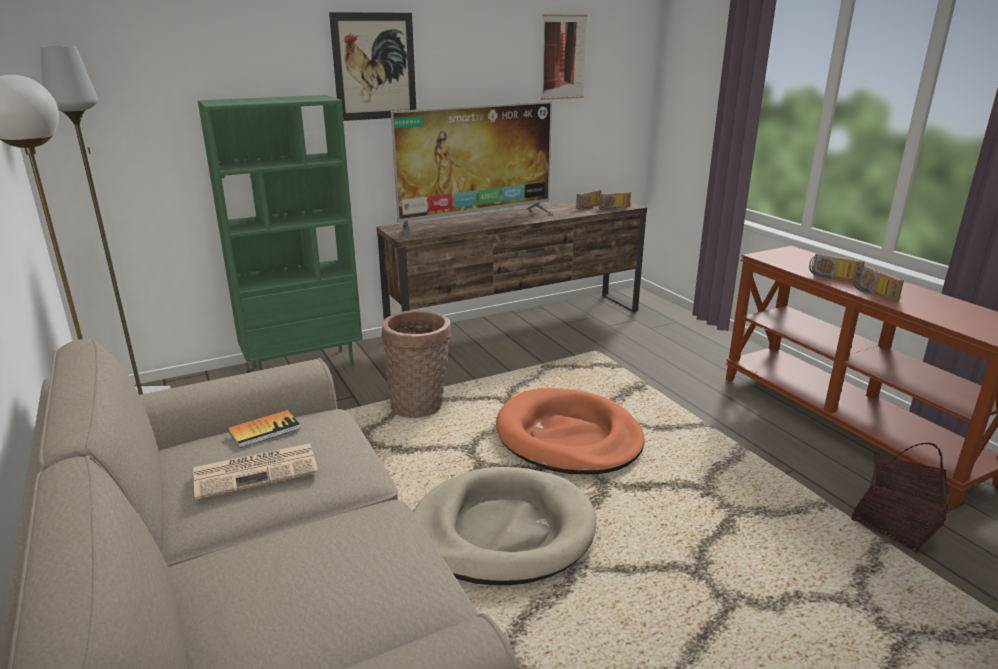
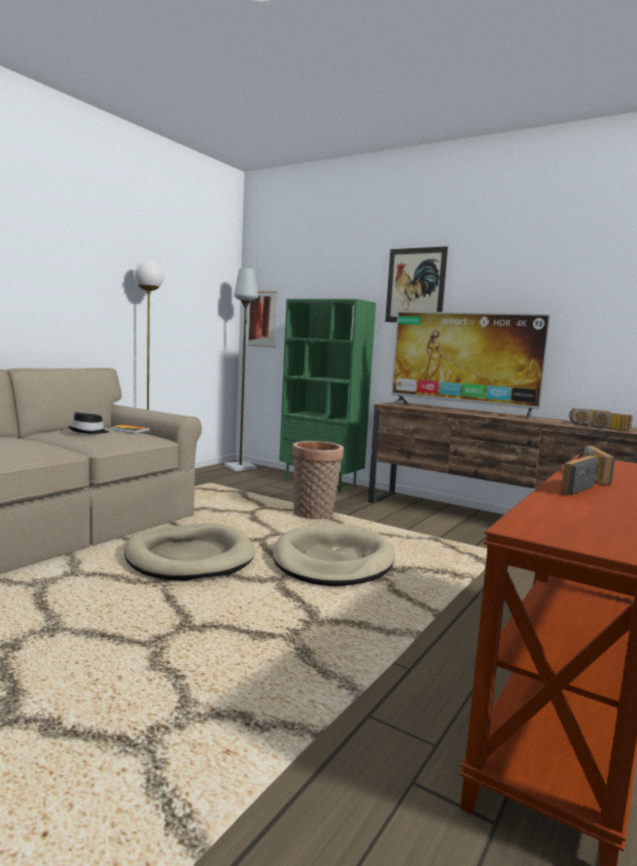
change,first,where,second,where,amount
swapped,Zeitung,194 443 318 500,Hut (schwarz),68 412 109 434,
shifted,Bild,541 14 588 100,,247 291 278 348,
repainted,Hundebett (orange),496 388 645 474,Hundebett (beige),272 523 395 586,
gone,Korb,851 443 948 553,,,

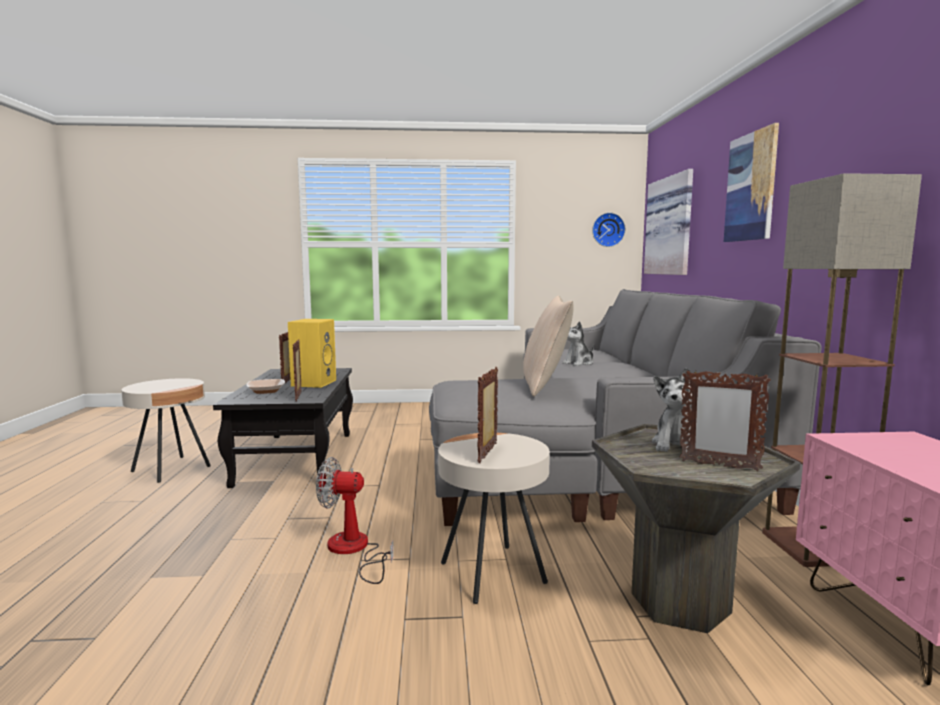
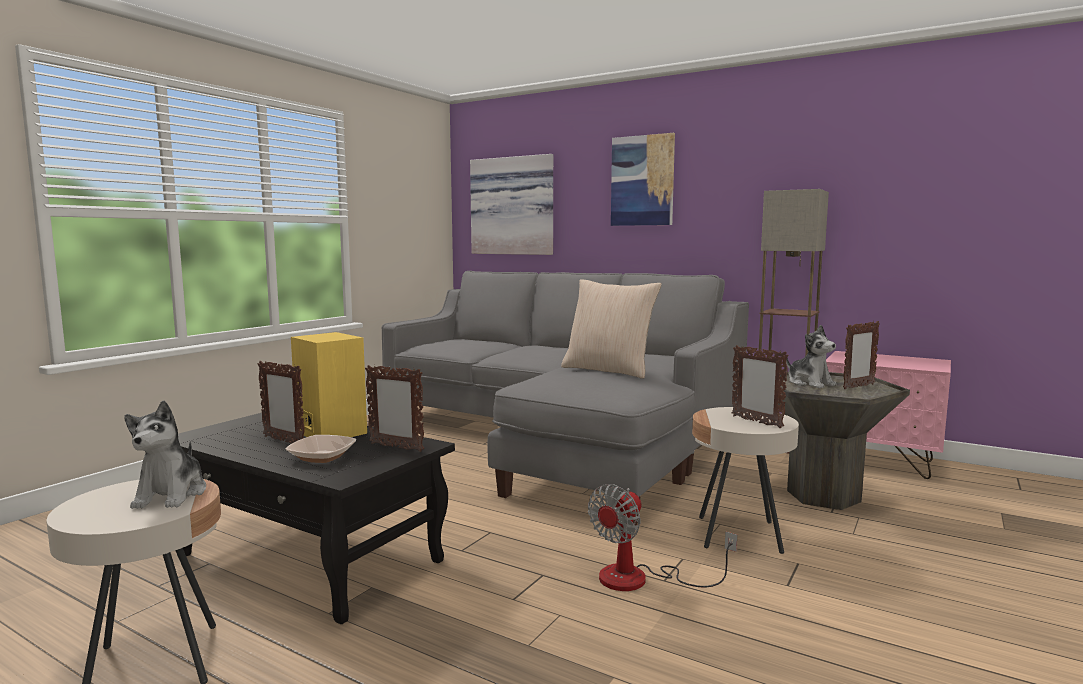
change,first,where,second,where,amount
shifted,Plüschtier,562 321 594 366,,124 401 206 509,
gone,Wanduhr,592 213 626 247,,,

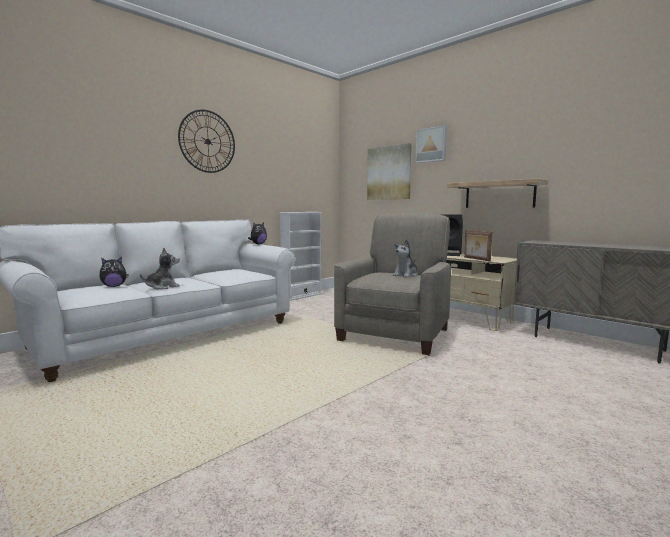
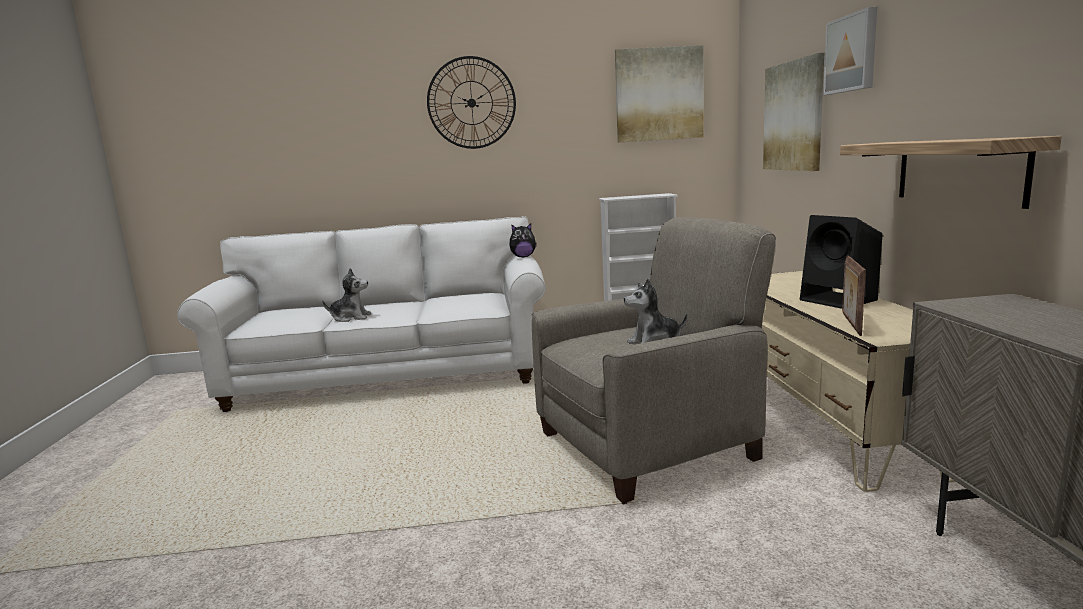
change,first,where,second,where,amount
new,,,Bild,615 45 704 143,
gone,Plüschtier,99 257 128 287,,,

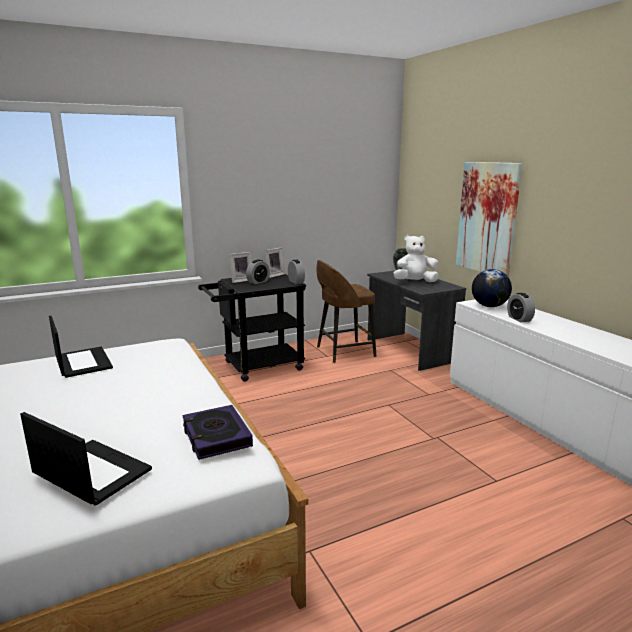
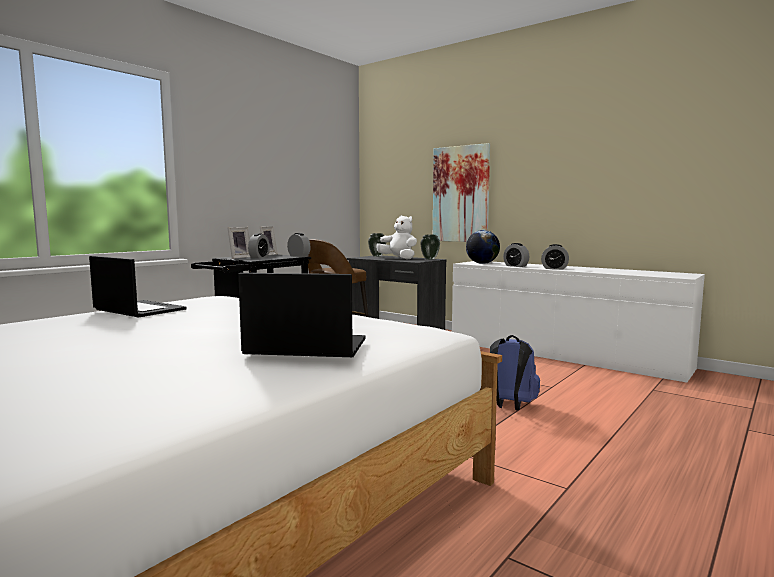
change,first,where,second,where,amount
rotated,Plüschtier (weiß),394 235 439 282,,376 215 417 260,75 degrees clockwise
new,,,Vase,420 235 440 260,
new,,,Rucksack (blau),490 335 540 411,
new,,,Wecker,541 244 569 269,
gone,Buch,182 405 253 460,,,

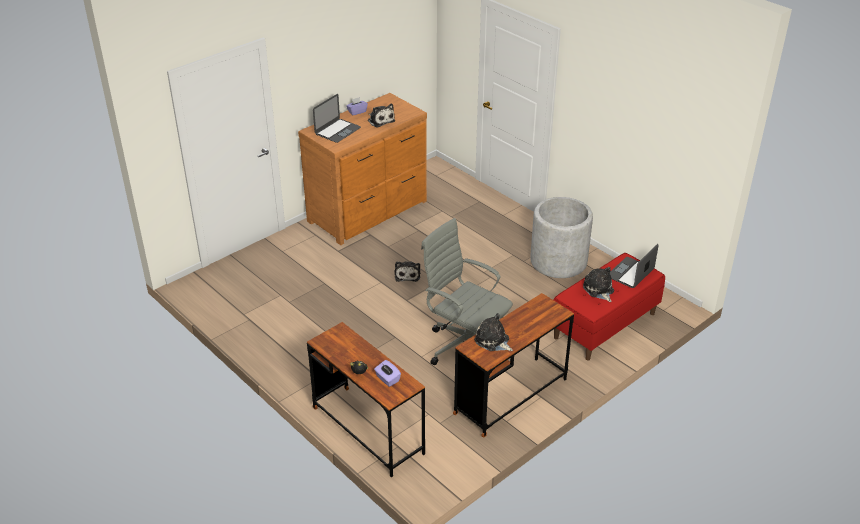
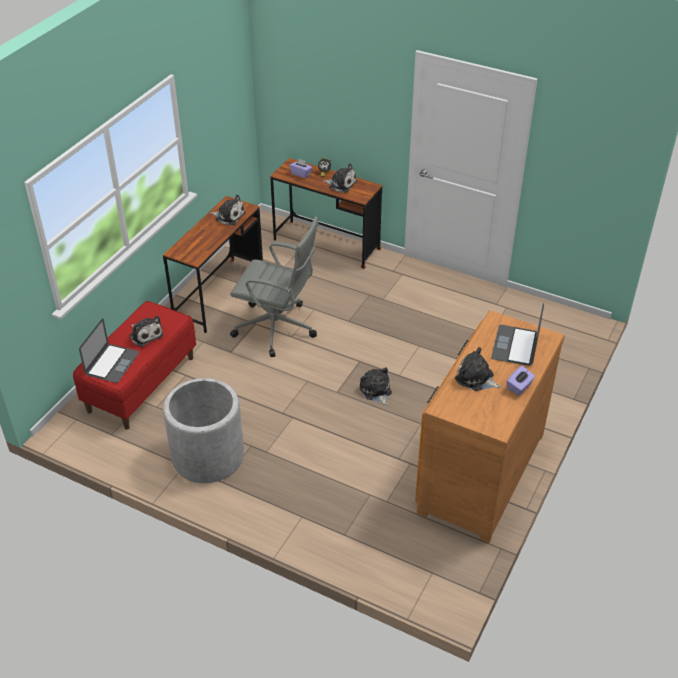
change,first,where,second,where,amount
new,,,Plüschtier,323 163 357 192,

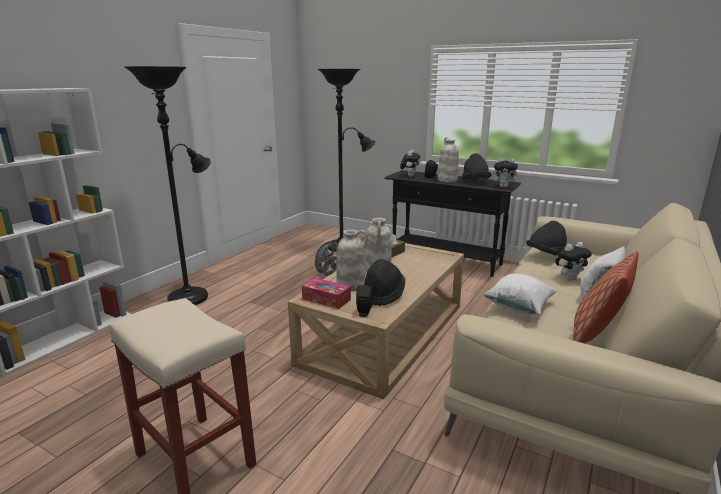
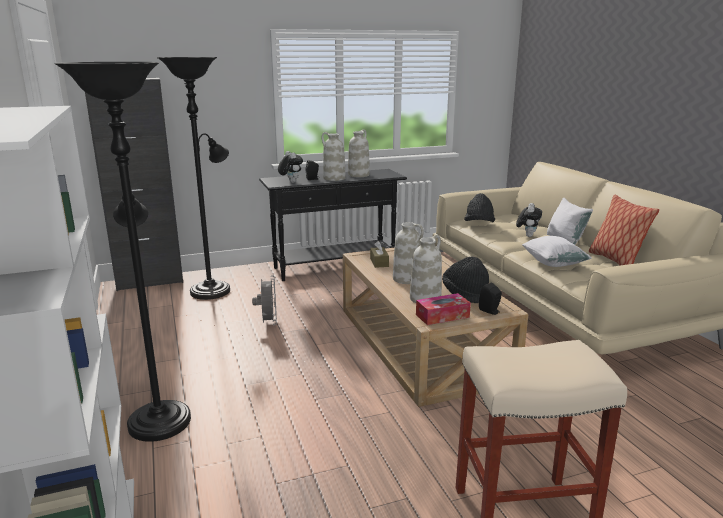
change,first,where,second,where,amount
new,,,Schrank (schwarz),85 78 183 291,
swapped,Hut (schwarz),461 153 492 179,Vase (weiß),348 129 370 177,
gone,Plüschtier,493 158 520 187,,,

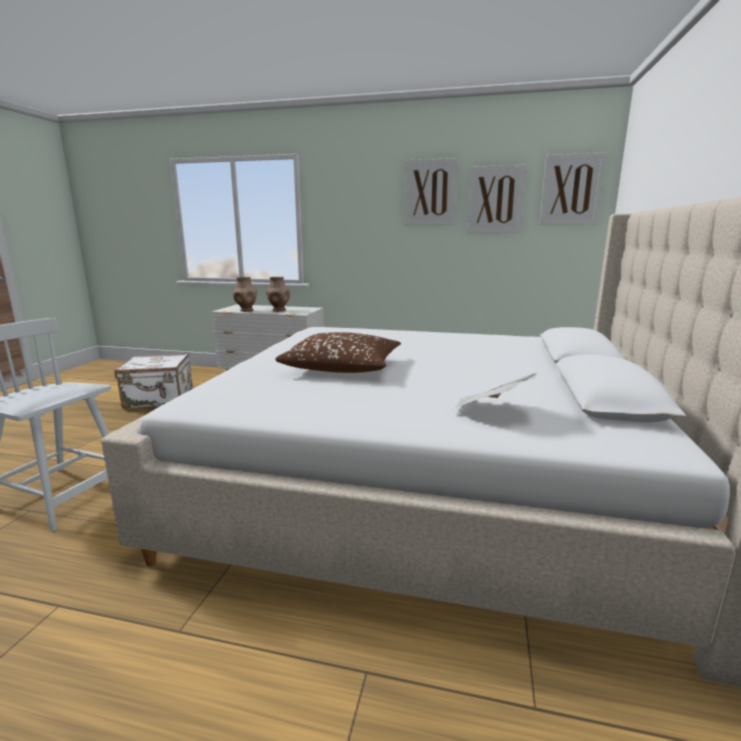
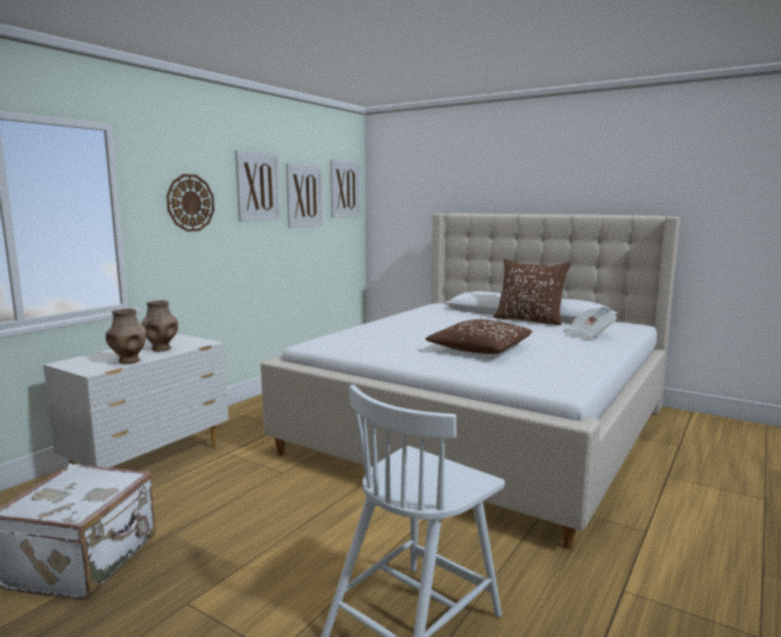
change,first,where,second,where,amount
new,,,Wanduhr,166 174 215 232,
new,,,Kissen (braun),493 259 571 325,

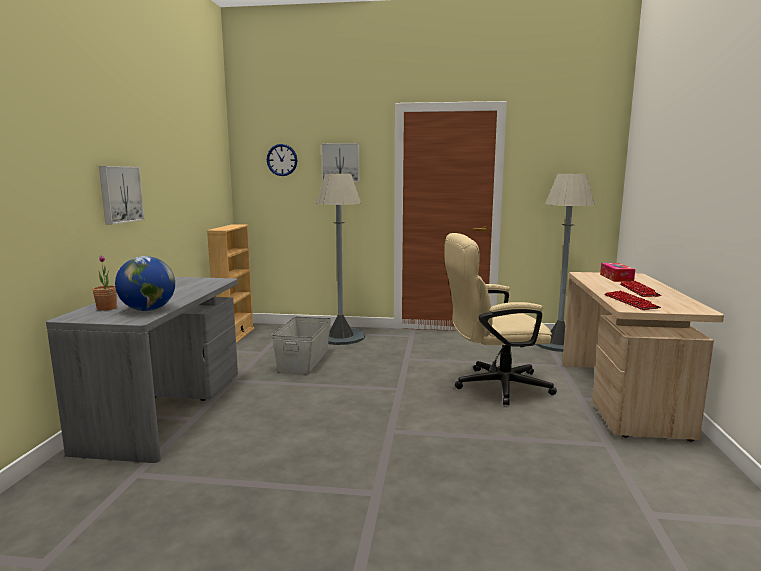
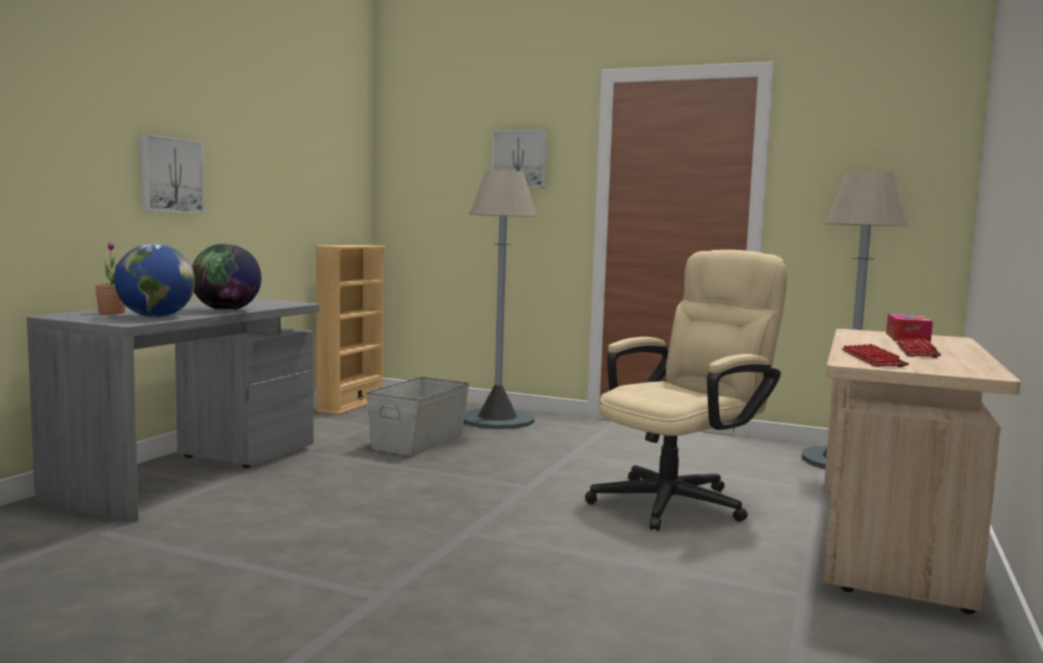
change,first,where,second,where,amount
new,,,Globus,192 244 261 311,
rotated,Bürostuhl (beige),445 233 557 405,,585 250 787 531,135 degrees clockwise
gone,Wanduhr,267 144 297 176,,,

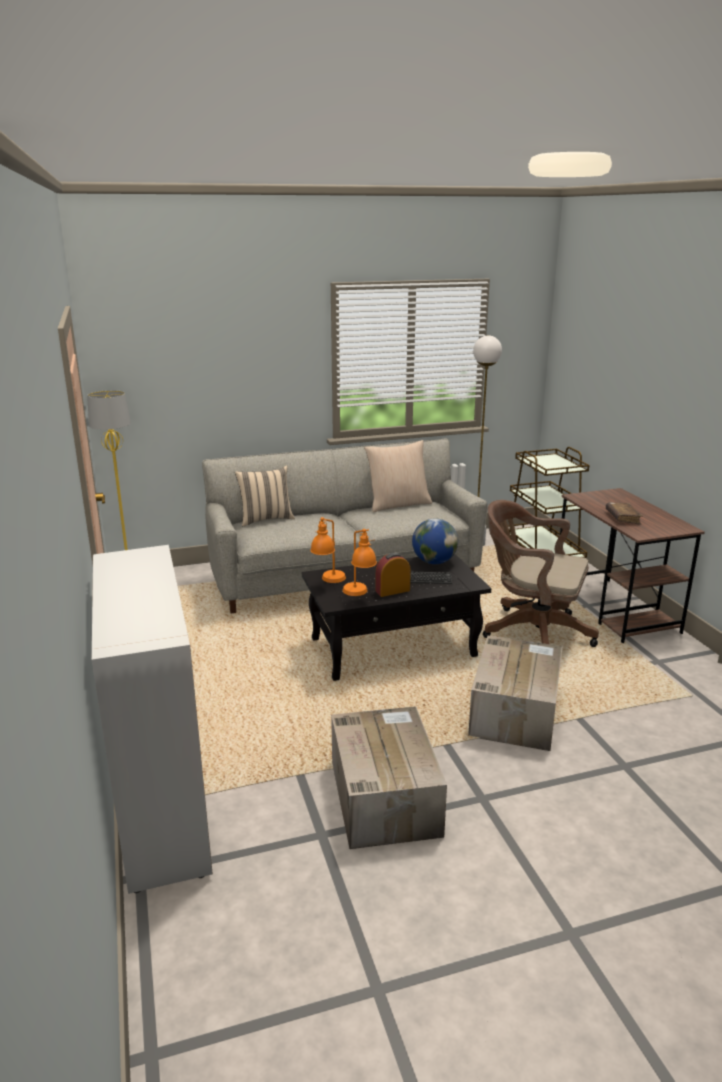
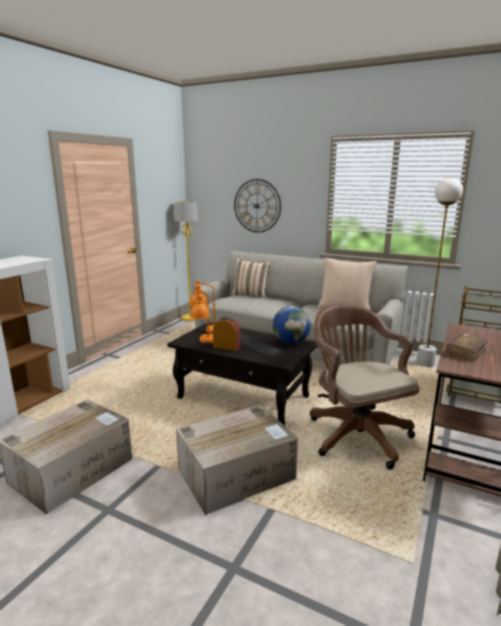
change,first,where,second,where,amount
new,,,Wanduhr,234 179 281 233,

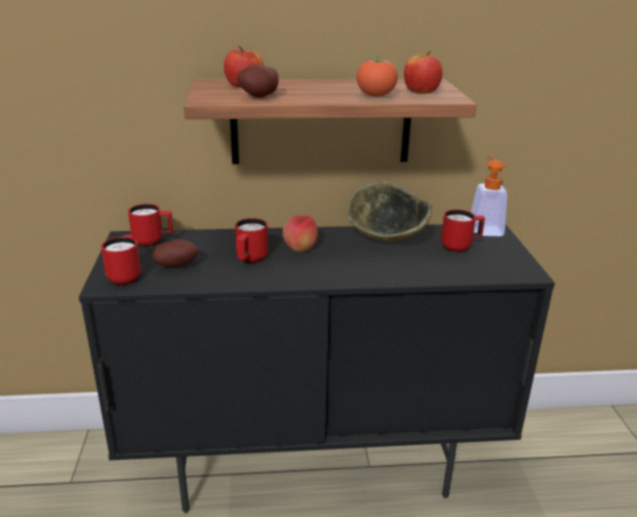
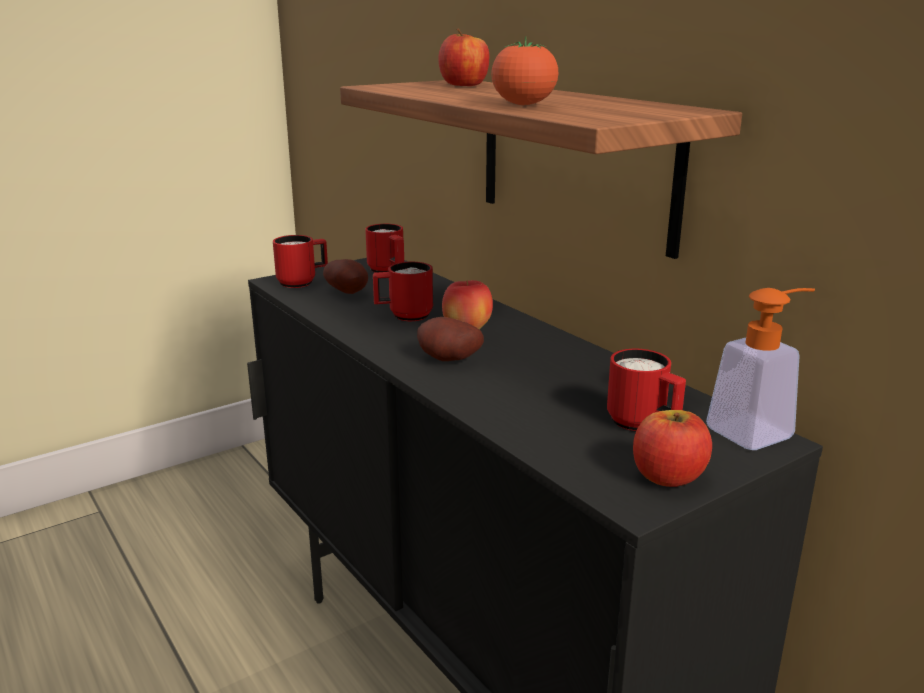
change,first,where,second,where,amount
shifted,Kartoffel,237 65 279 98,,417 317 484 361,
shifted,Apfel,404 51 442 94,,633 410 712 487,
gone,Schüssel,347 181 432 241,,,

